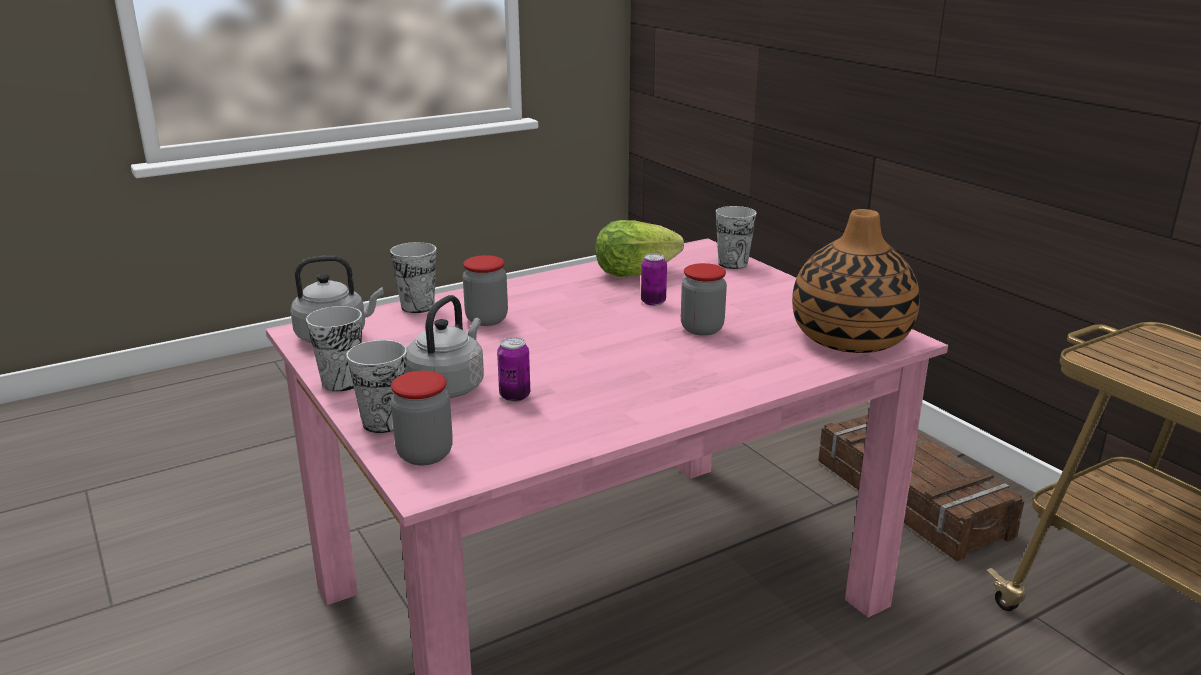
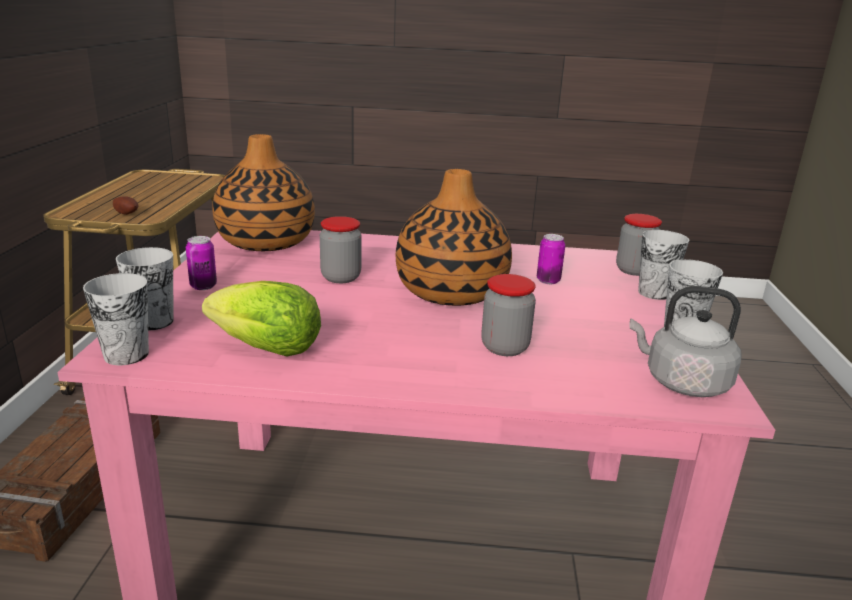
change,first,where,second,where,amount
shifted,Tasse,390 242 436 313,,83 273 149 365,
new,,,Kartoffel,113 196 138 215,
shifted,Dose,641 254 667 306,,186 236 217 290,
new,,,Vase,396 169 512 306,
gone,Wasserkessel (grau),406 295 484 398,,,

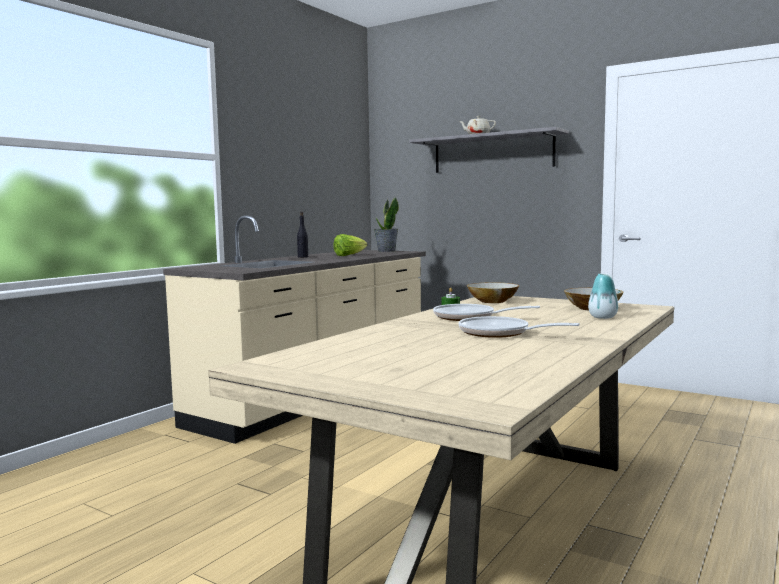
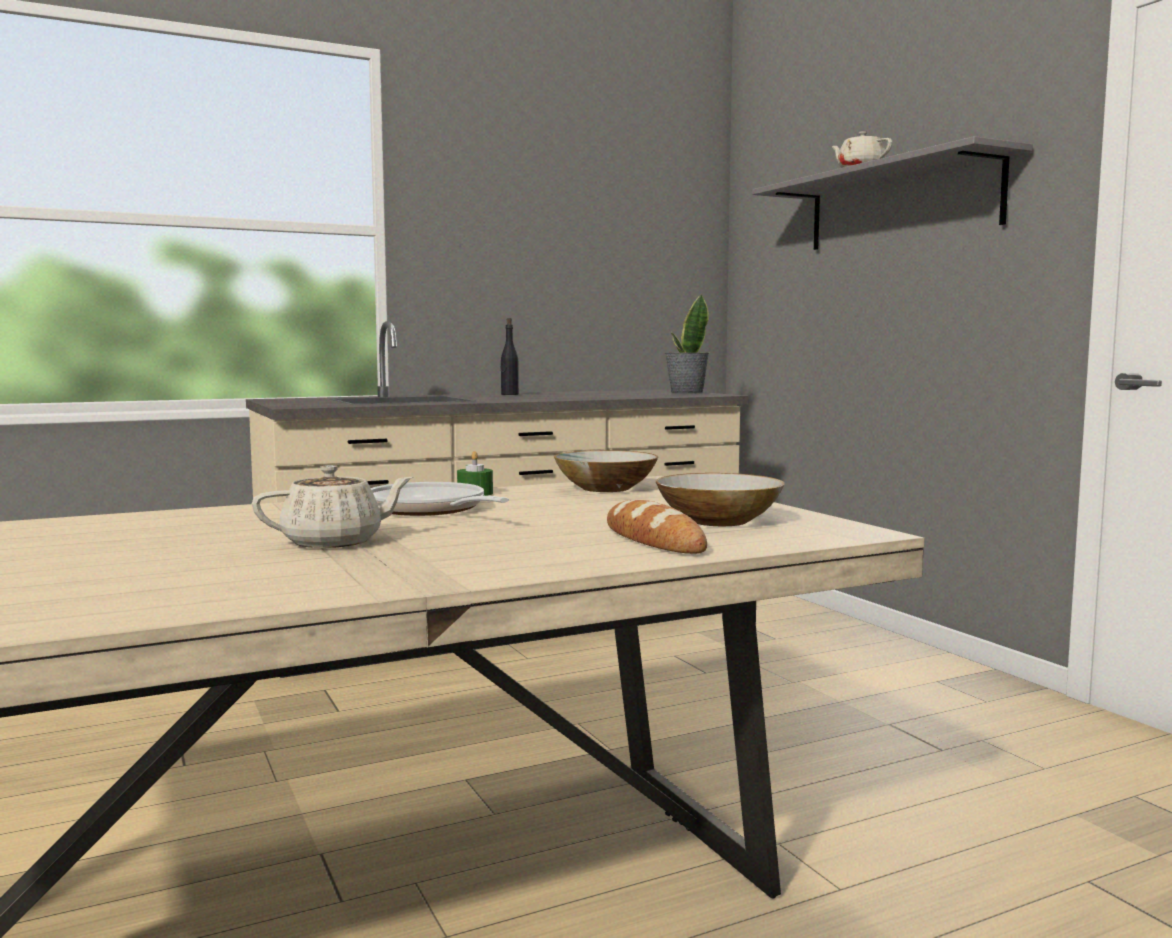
change,first,where,second,where,amount
swapped,Pfanne,459 316 580 338,Teekanne (beige),252 465 413 548,
swapped,Vase,588 274 618 319,Brot,607 500 707 554,
gone,Salatkopf,333 234 367 256,,,

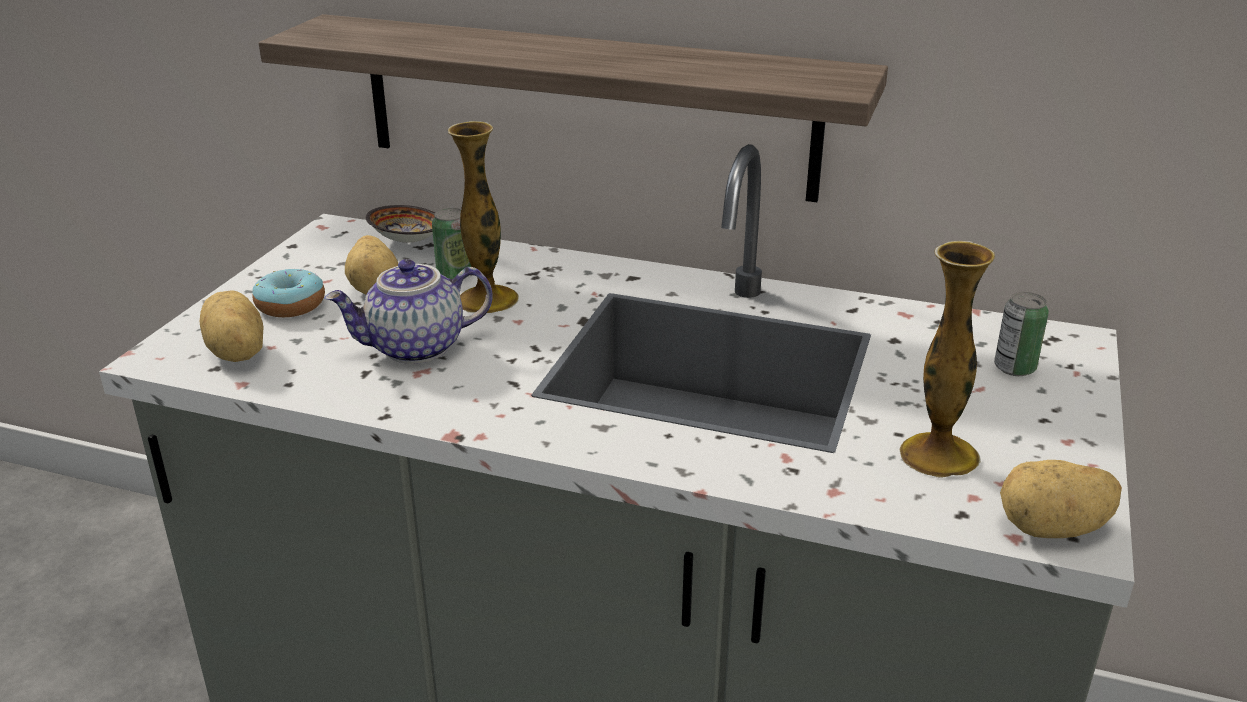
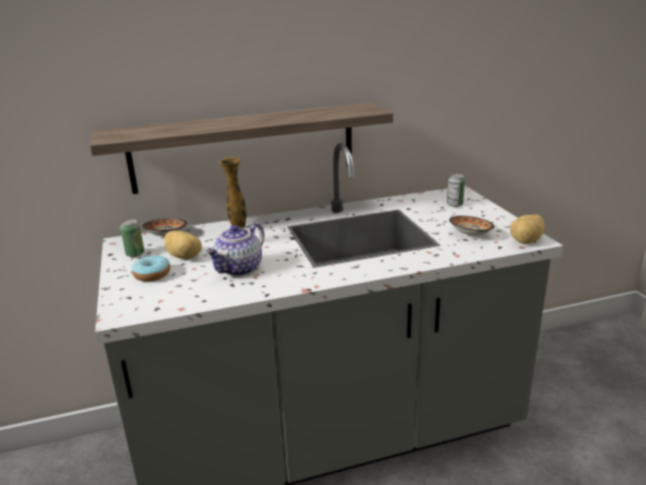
change,first,where,second,where,amount
shifted,Dose,432 208 472 279,,120 219 144 257,
swapped,Vase,899 241 995 478,Schüssel,449 216 495 236,
gone,Kartoffel,199 291 264 362,,,

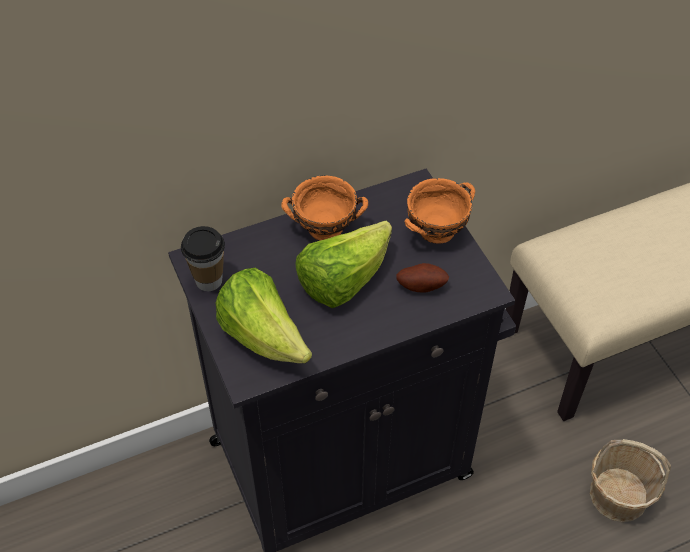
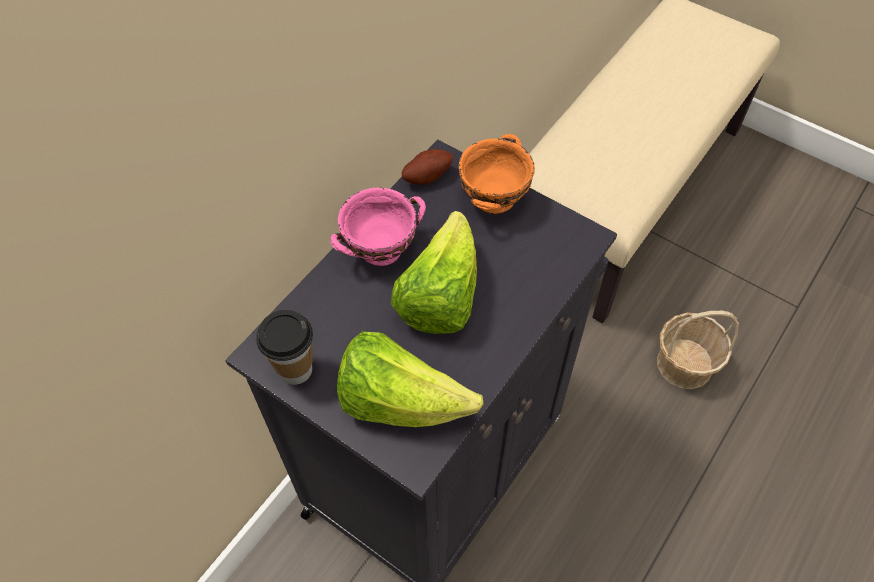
change,first,where,second,where,amount
repainted,Schüssel (orange),281 175 368 241,Schüssel (rosa),331 188 426 266,
shifted,Kartoffel,396 263 449 293,,402 149 453 185,

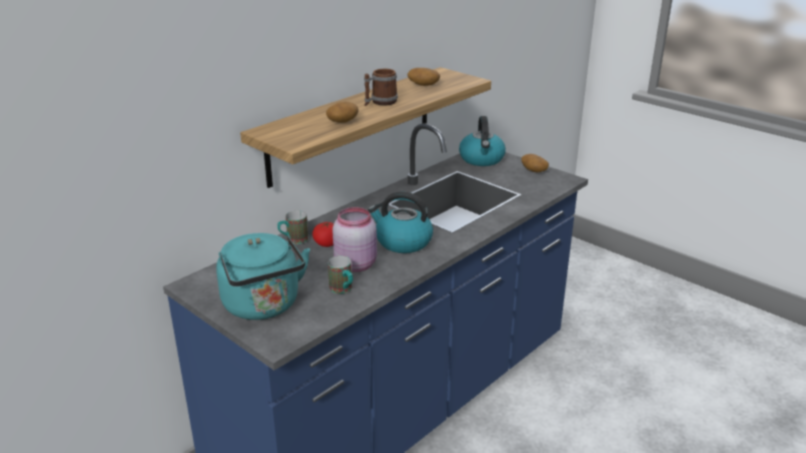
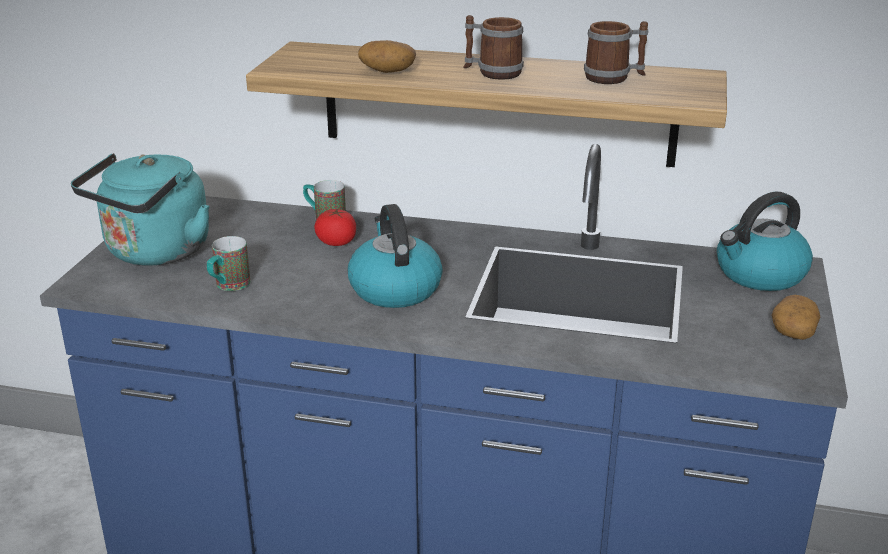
change,first,where,second,where,amount
swapped,Kartoffel,407 68 440 86,Henkelbecher,584 21 648 84,
gone,Vorratsglas (rosa),332 207 377 272,,,

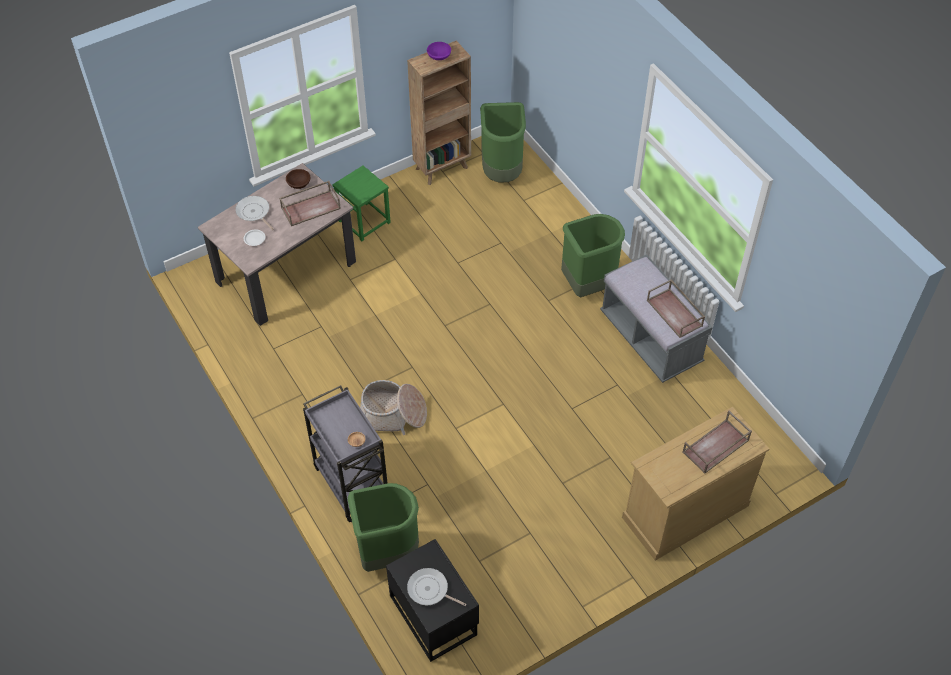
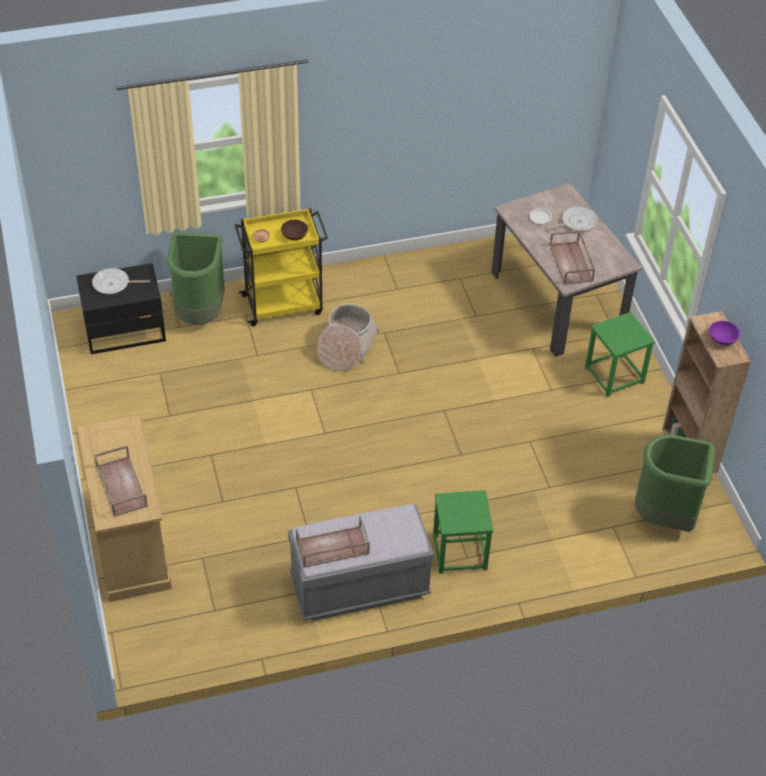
change,first,where,second,where,amount
rotated,Pfanne,407 568 466 606,,92 268 150 294,135 degrees counterclockwise
repainted,Rollwagen (grau),303 385 387 523,Rollwagen (gelb),235 208 328 326,
shifted,Schüssel (braun),286 169 311 189,,281 220 308 240,
swapped,Mülleimer (grün),561 214 625 298,Hocker (grün),433 490 493 574,

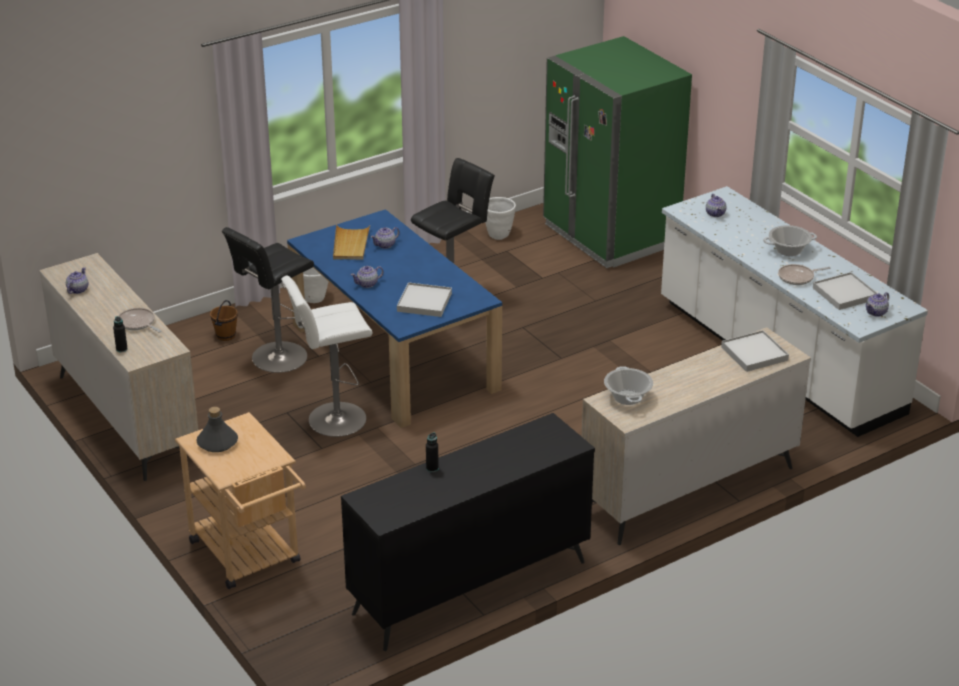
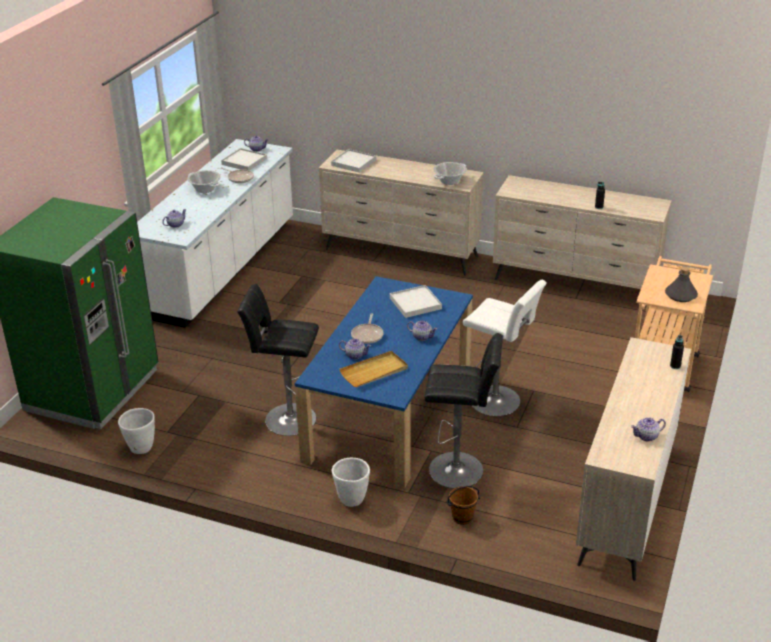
change,first,where,second,where,amount
shifted,Pfanne,118 308 161 333,,351 313 384 344,
repainted,Kommode (schwarz),341 413 595 651,Kommode (beige),493 175 672 290,

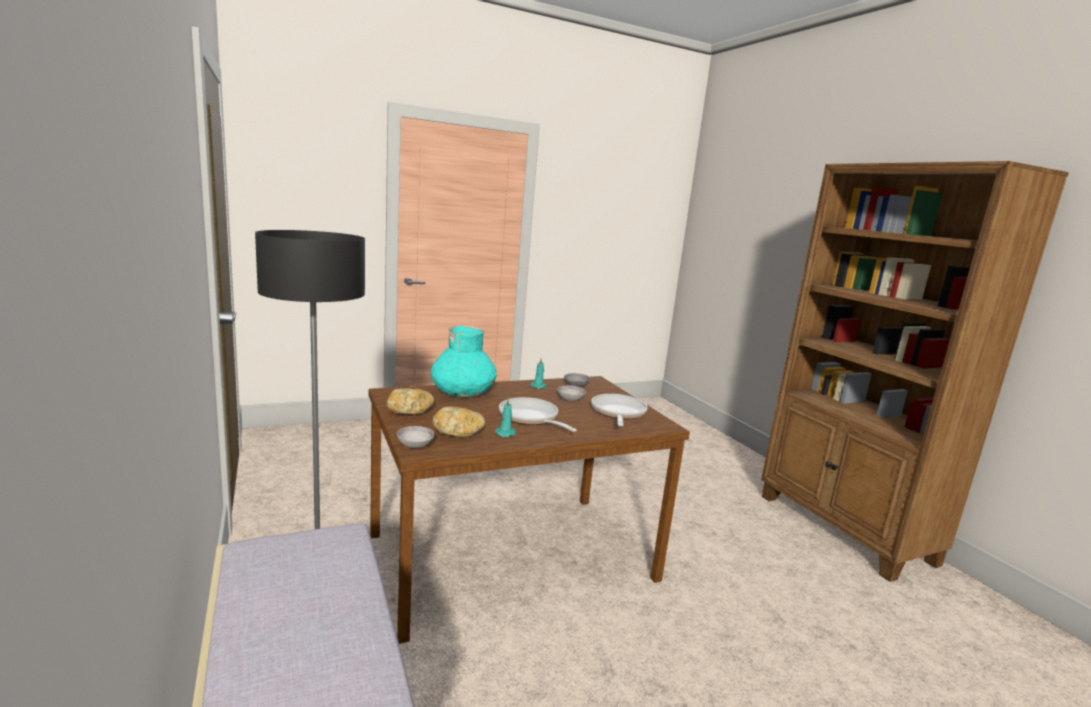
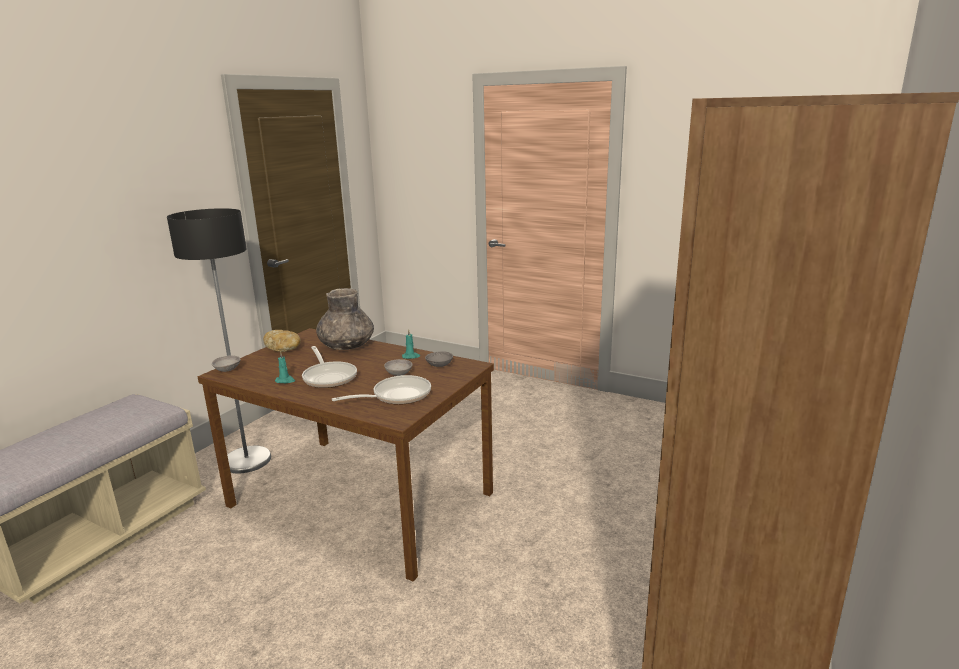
change,first,where,second,where,amount
rotated,Pfanne,499 397 577 432,,302 346 357 388,135 degrees clockwise
repainted,Vase (türkis),431 326 497 397,Vase (grau),316 288 374 350,
gone,Brot,433 406 485 437,,,

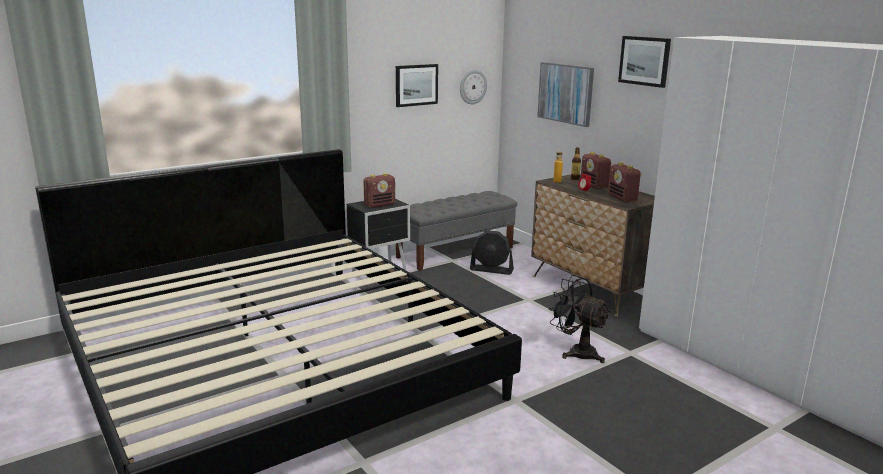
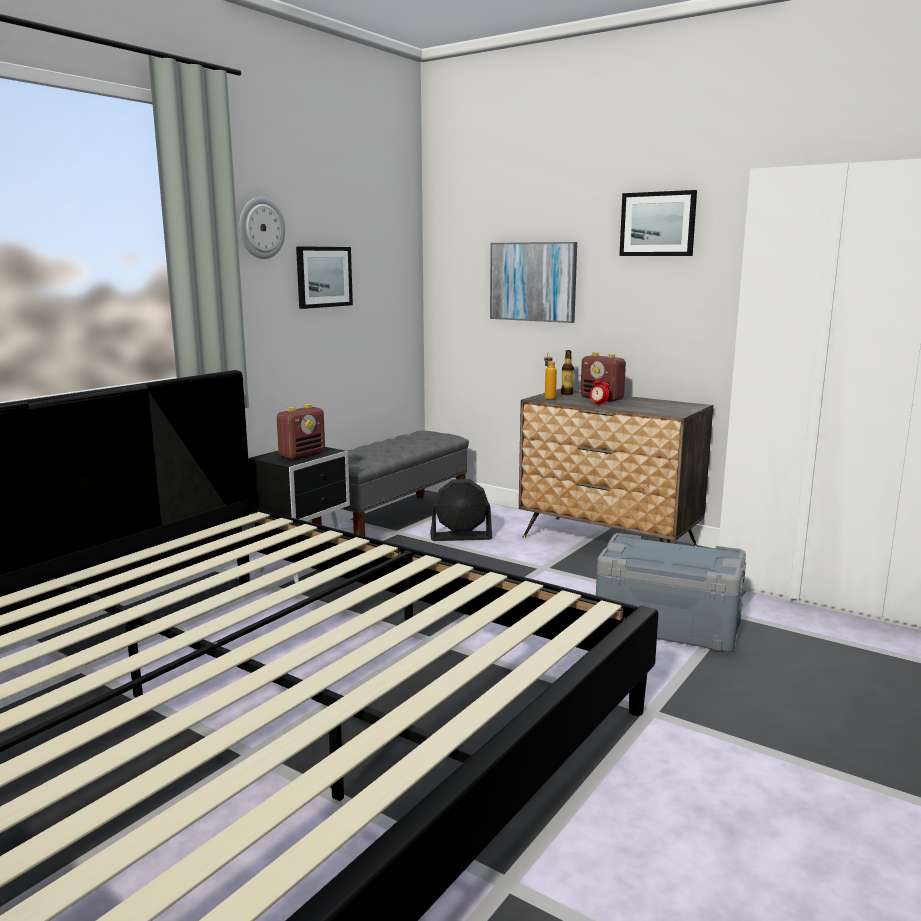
change,first,where,second,where,amount
shifted,Wanduhr,460 70 487 104,,239 197 285 259,
swapped,Ventilator (schwarz),548 275 611 363,Aufbewahrungsbox (grau),596 533 746 652,
gone,Radio,608 162 642 202,,,

